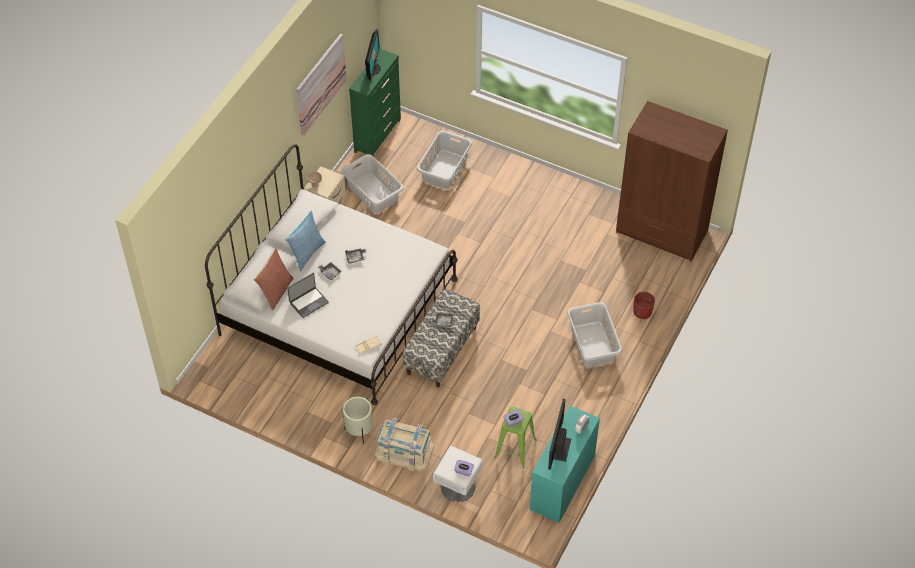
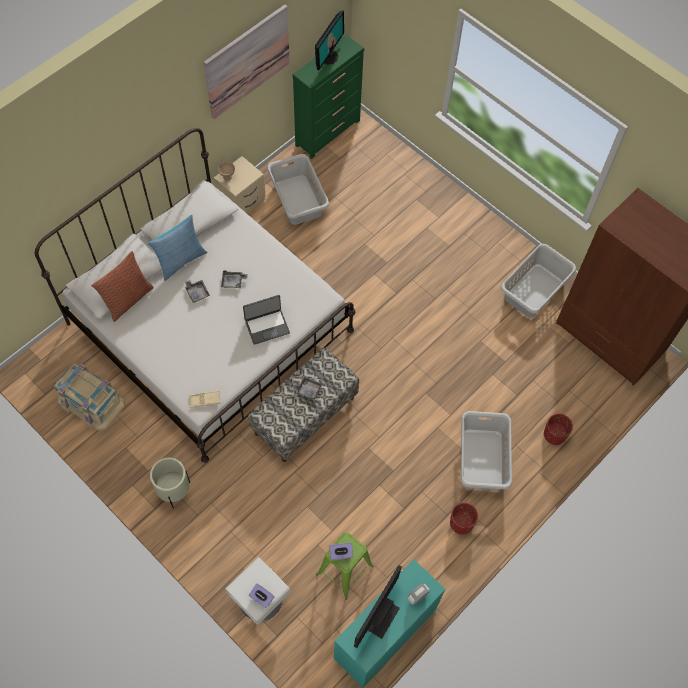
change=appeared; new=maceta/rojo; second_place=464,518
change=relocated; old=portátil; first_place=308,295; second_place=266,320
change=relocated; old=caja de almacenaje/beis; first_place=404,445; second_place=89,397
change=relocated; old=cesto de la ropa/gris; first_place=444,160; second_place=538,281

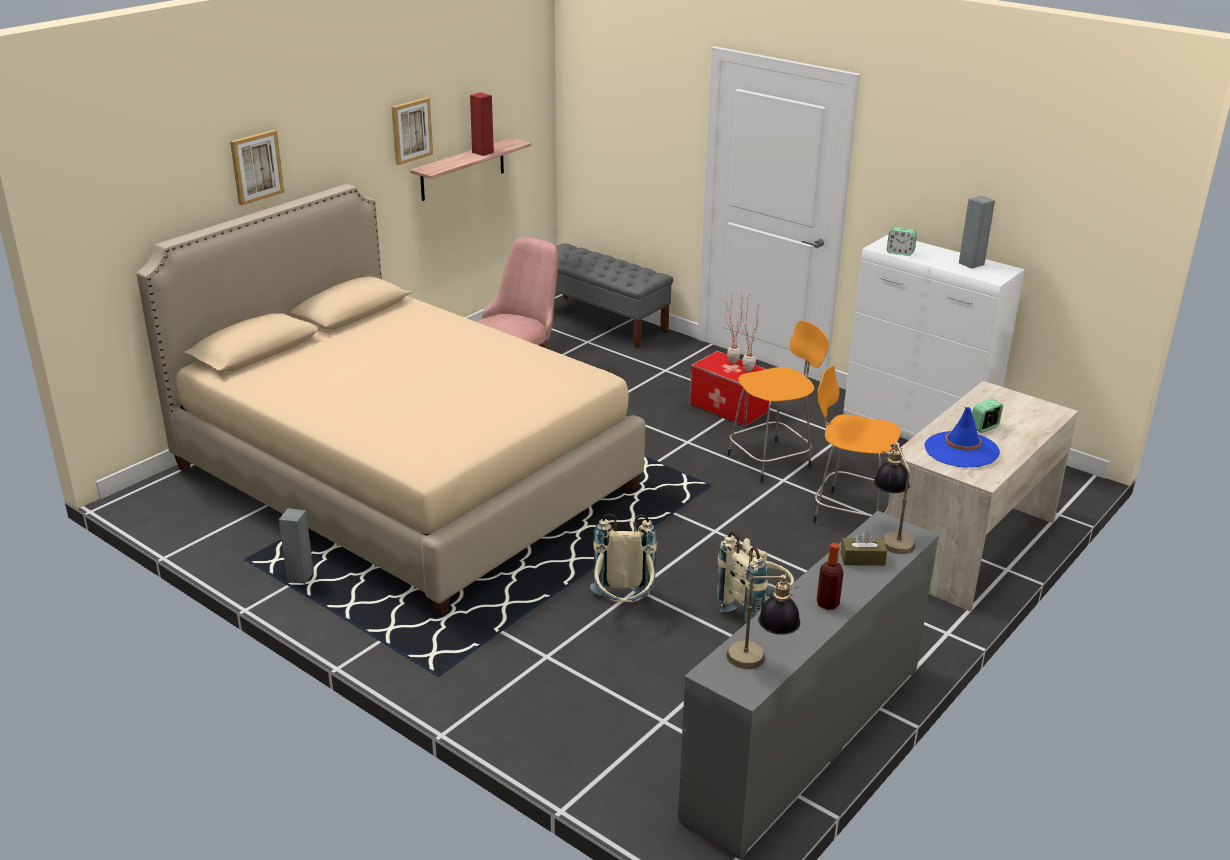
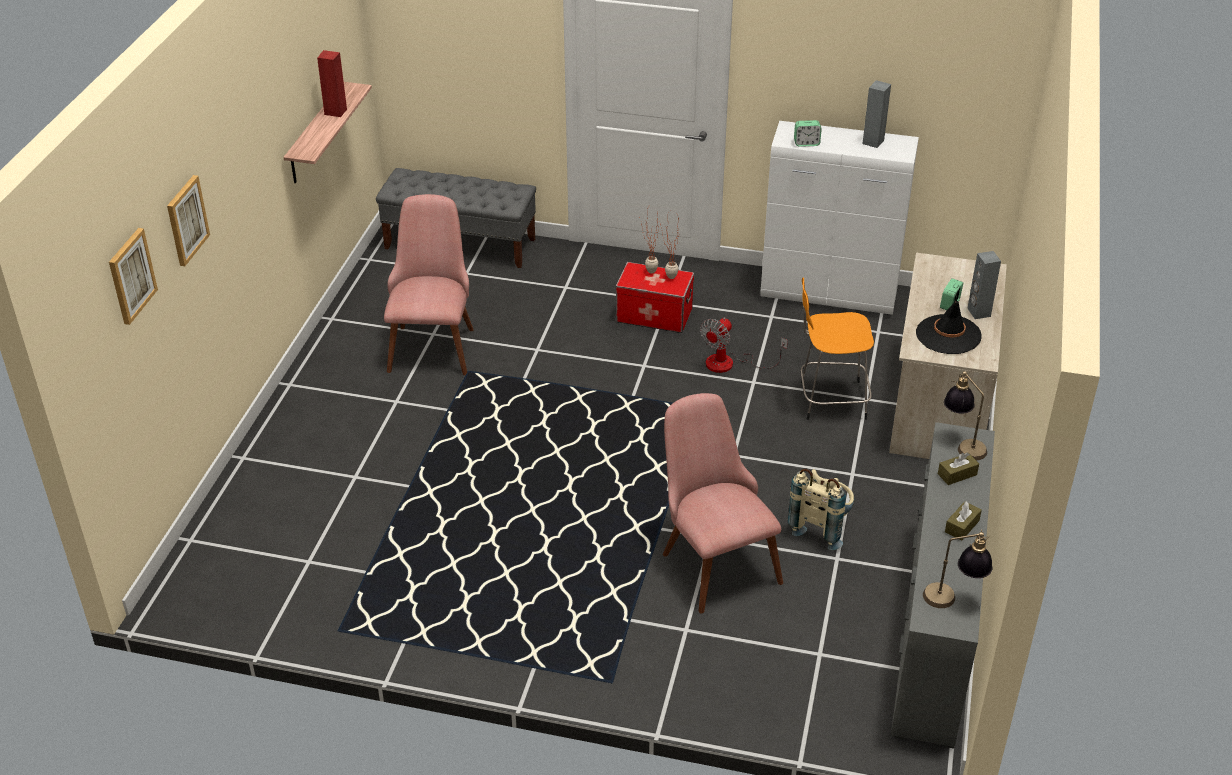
change=missing; old=cama/beis; first_place=390,400
change=relocated; old=altavoz/gris; first_place=296,546; second_place=984,285
change=relocated; old=cuadro; first_place=412,131; second_place=133,276
change=exchanged; old=mochila/beis; new=silla/rosa; first_place=623,558; second_place=723,503
change=exchanged; old=taburete/naranja; new=ventilador; first_place=778,401; second_place=744,345
change=exchanged; old=botella; new=caja de pañuelos/marrón; first_place=830,576; second_place=963,521
change=colour; old=sombrero/azul; new=sombrero/negro; first_place=962,437; second_place=949,327

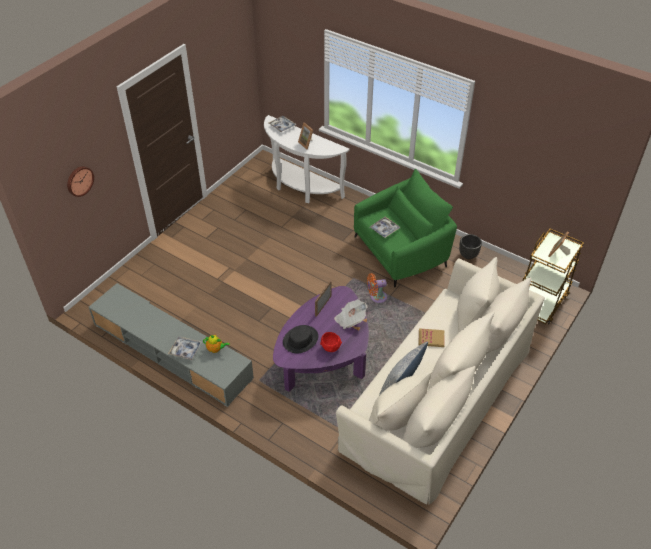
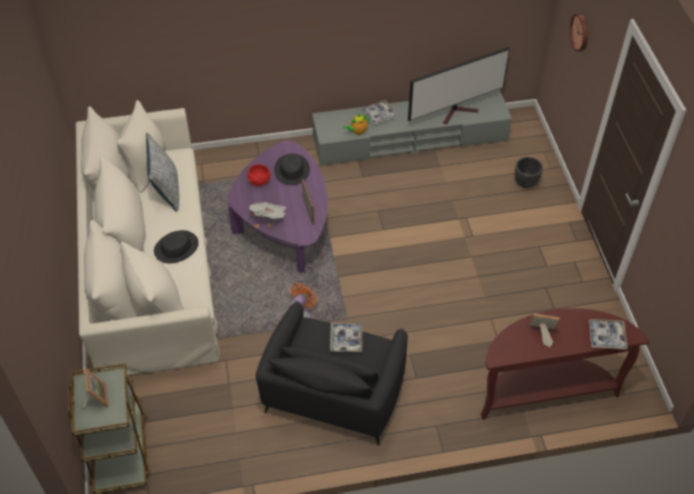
change=appeared; new=televisor; second_place=459,85
change=relocated; old=maceta/negro; first_place=470,246; second_place=529,172
change=exchanged; old=libro; new=sombrero/negro; first_place=432,337; second_place=176,247
change=colour; old=mesa consola/blanco; new=mesa consola/marrón; first_place=307,159; second_place=565,364
change=colour; old=sillón/verde; new=sillón/negro; first_place=405,228; second_place=332,373

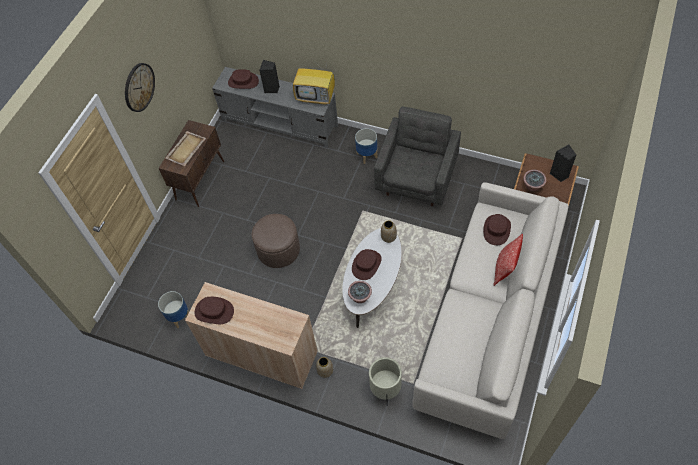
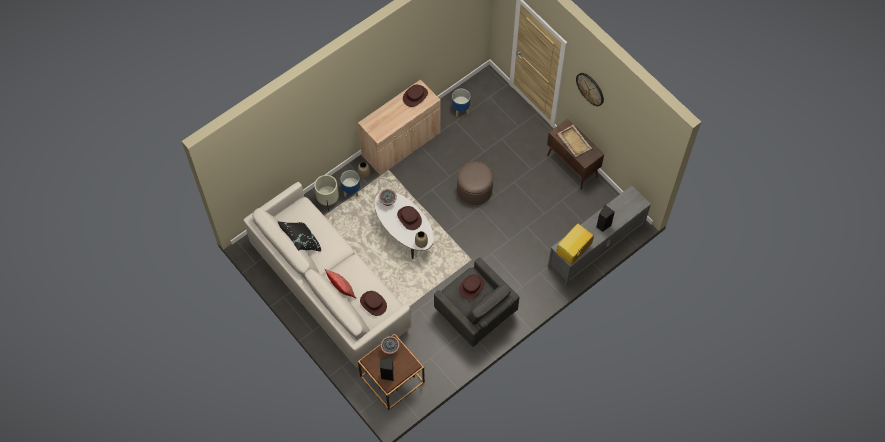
change=appeared; new=cojín/negro; second_place=299,236
change=relocated; old=sombrero/marrón; first_place=243,79; second_place=472,287
change=relocated; old=maceta; first_place=366,146; second_place=350,183

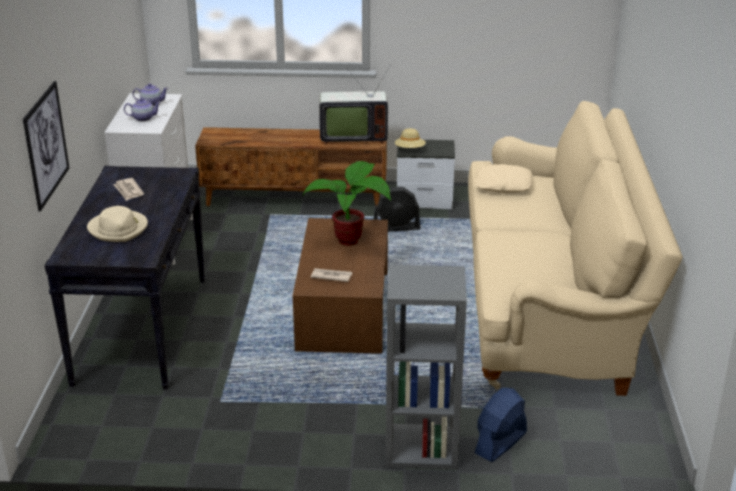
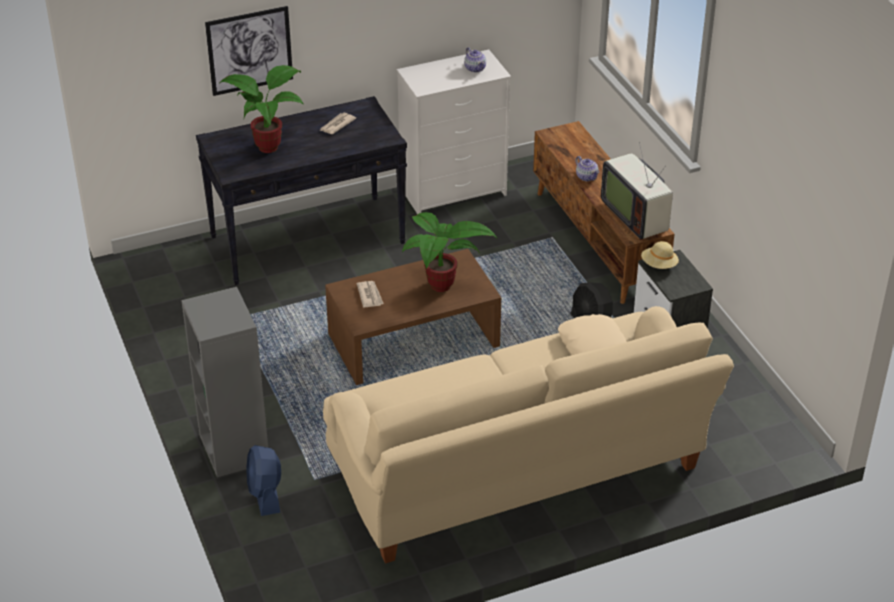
change=relocated; old=tetera; first_place=142,109; second_place=587,168
change=exchanged; old=sombrero/beis; new=planta en maceta; first_place=117,224; second_place=261,109
change=spun; old=ventilador/azul; first_place=500,425; second_place=263,480; degrees=-120

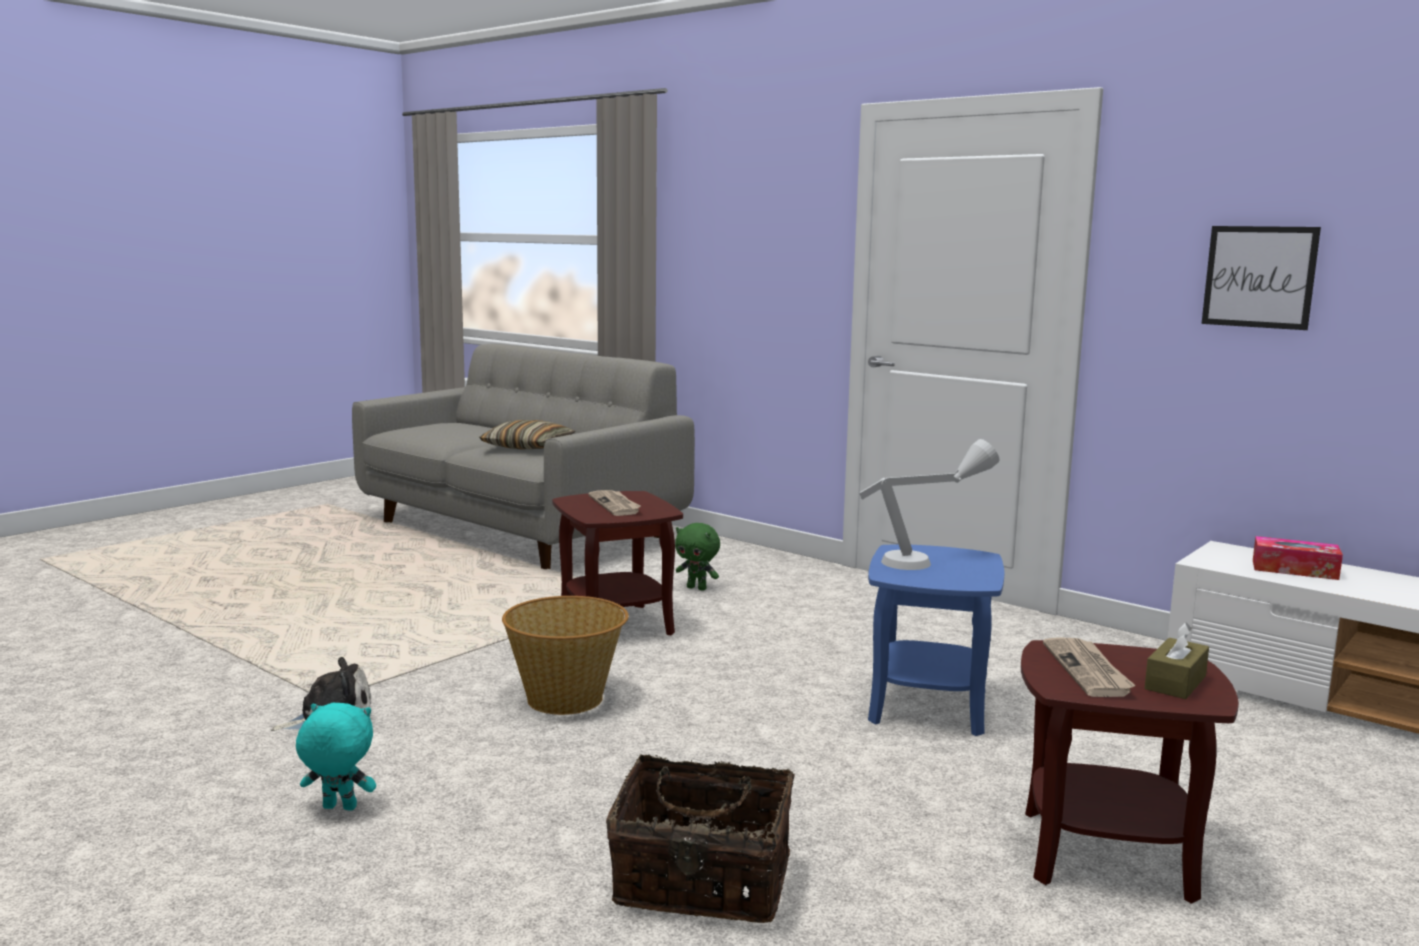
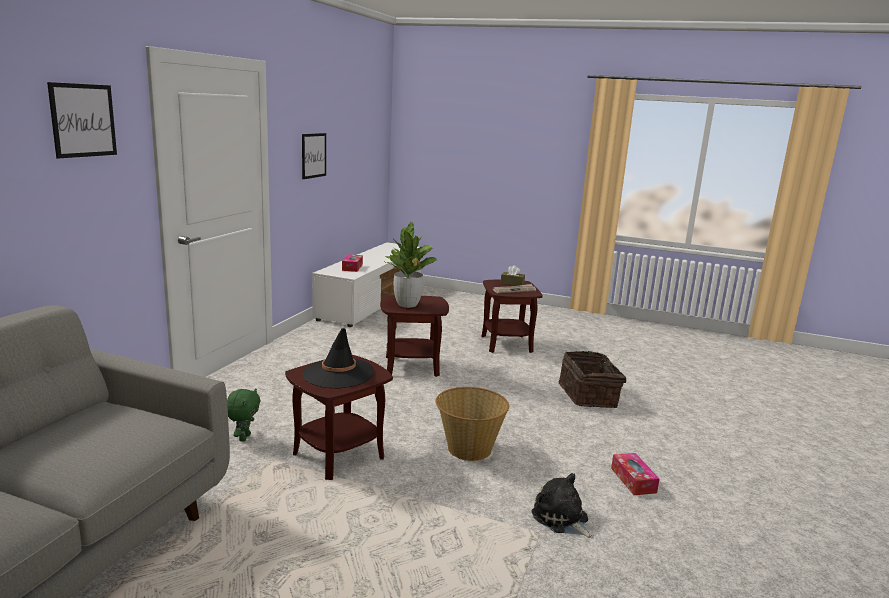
change=missing; old=cojín; first_place=527,435
change=appeared; new=cuadro; second_place=82,120
change=exchanged; old=peluche/turquesa; new=caja de pañuelos; first_place=336,757; second_place=635,474
change=exchanged; old=periódico; new=sombrero/negro; first_place=615,503; second_place=339,358
change=exchanged; old=lámpara de mesa/gris; new=planta en maceta; first_place=929,504; second_place=410,265
change=colour; old=mesa auxiliar/azul; new=mesa auxiliar/marrón; first_place=936,640; second_place=414,336

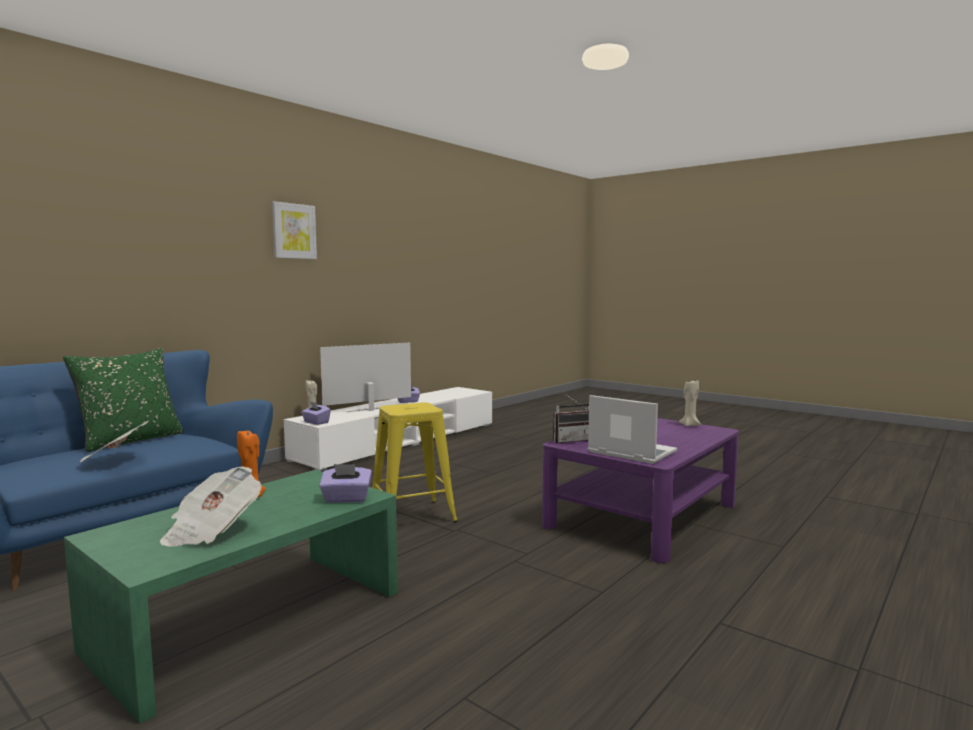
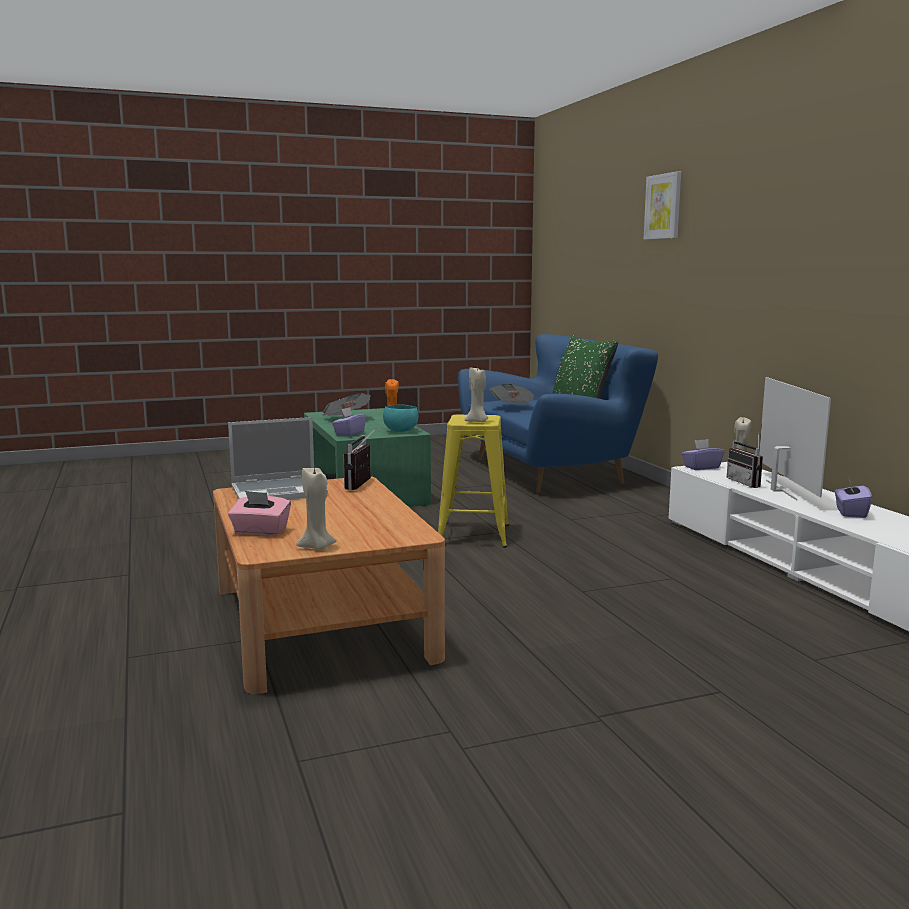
change=appeared; new=caja de pañuelos/rosa; second_place=259,513
change=appeared; new=cuenco/turquesa; second_place=400,418
change=appeared; new=vela/beis; second_place=476,394
change=appeared; new=radio; second_place=745,460
change=relocated; old=cuadro; first_place=294,230; second_place=662,205
change=colour; old=mesa de centro/morado; new=mesa de centro/marrón; first_place=640,490; second_place=329,585

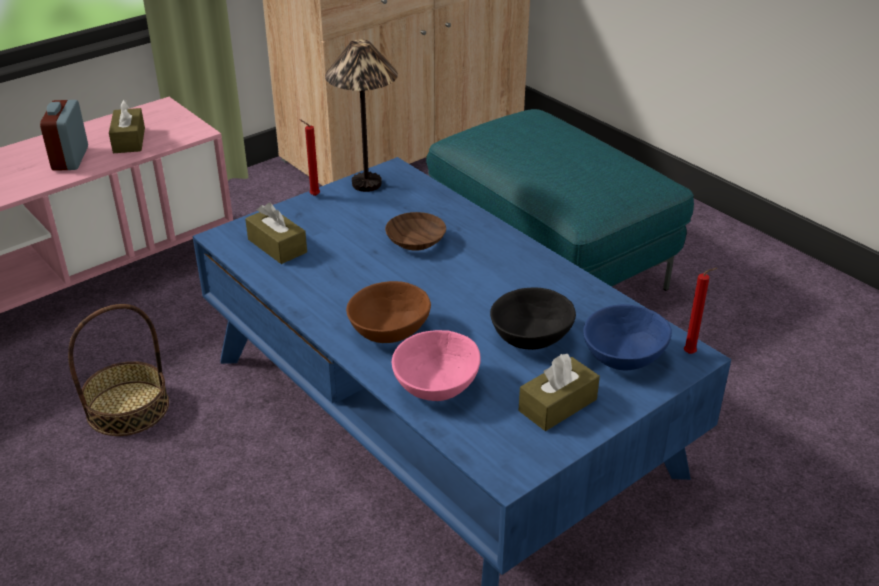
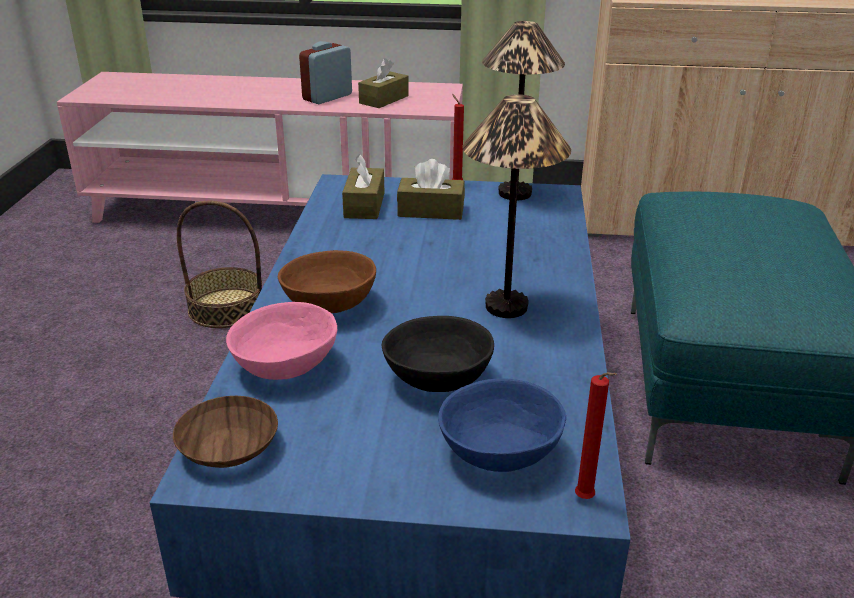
change=appeared; new=lámpara de mesa; second_place=516,206
change=relocated; old=cuenco/marrón; first_place=415,231; second_place=225,432
change=relocated; old=caja de pañuelos/marrón; first_place=559,392; second_place=431,189

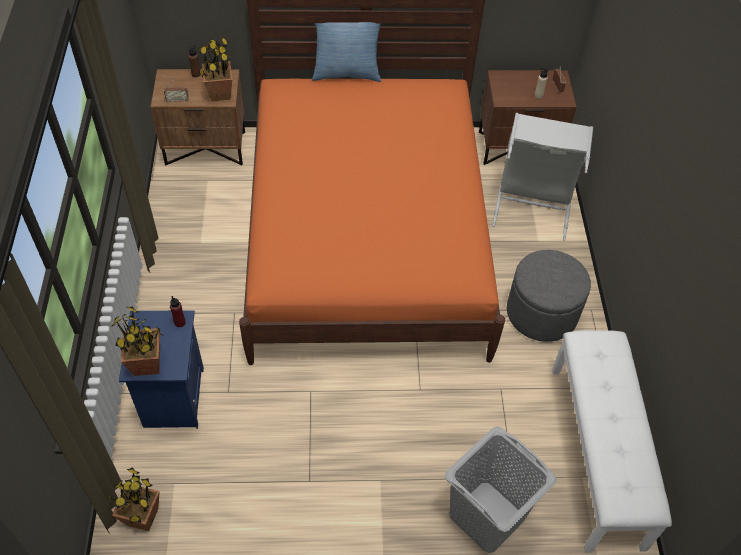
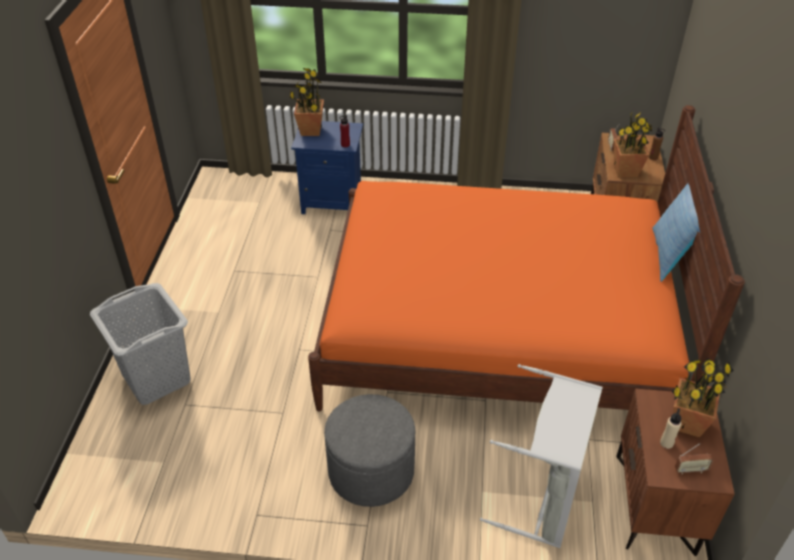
change=missing; old=banco/blanco; first_place=612,441
change=relocated; old=planta en maceta; first_place=134,499; second_place=703,398

